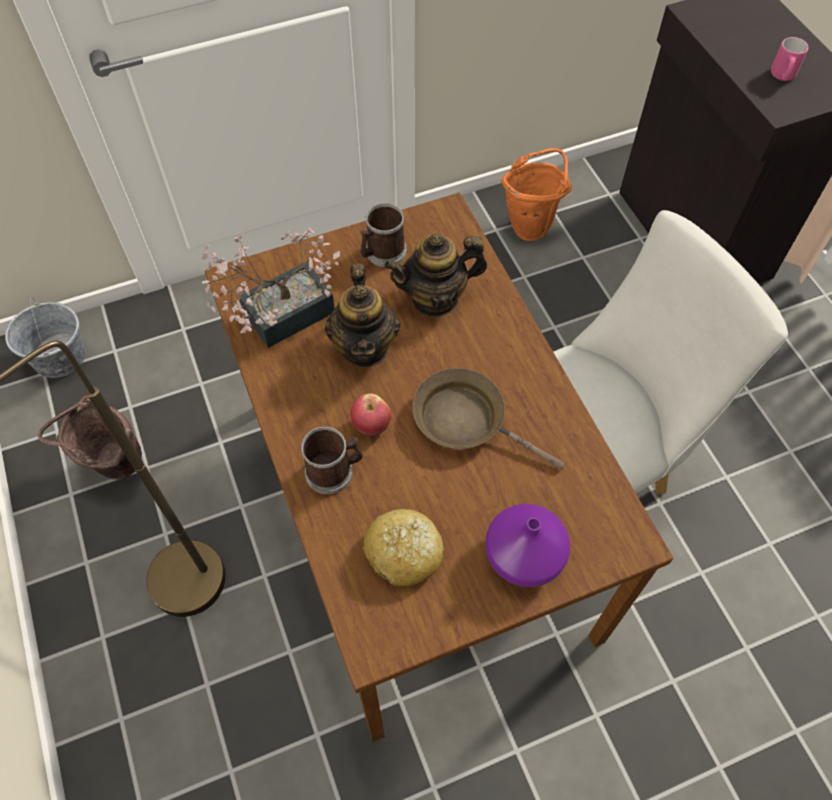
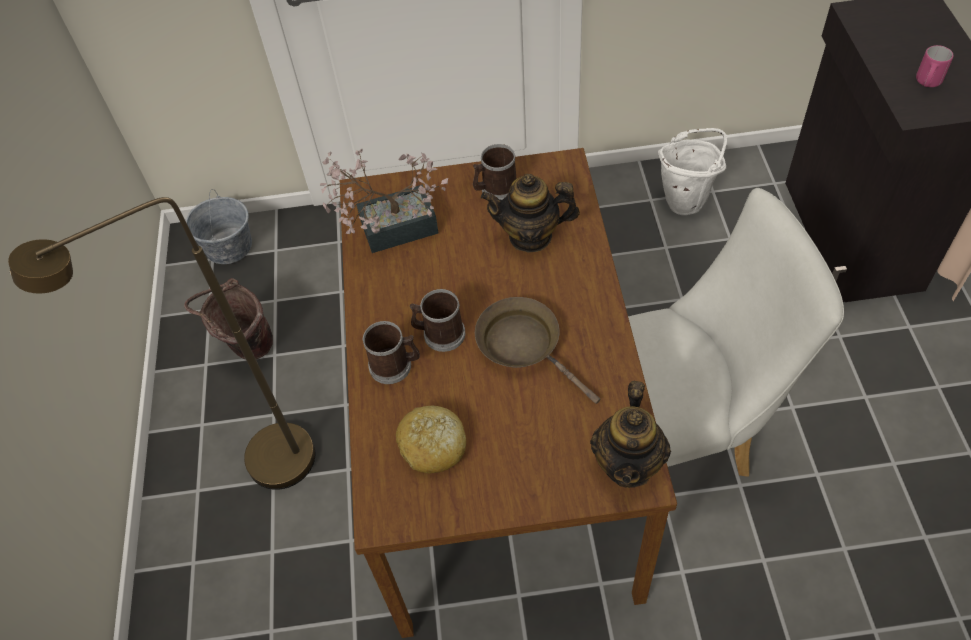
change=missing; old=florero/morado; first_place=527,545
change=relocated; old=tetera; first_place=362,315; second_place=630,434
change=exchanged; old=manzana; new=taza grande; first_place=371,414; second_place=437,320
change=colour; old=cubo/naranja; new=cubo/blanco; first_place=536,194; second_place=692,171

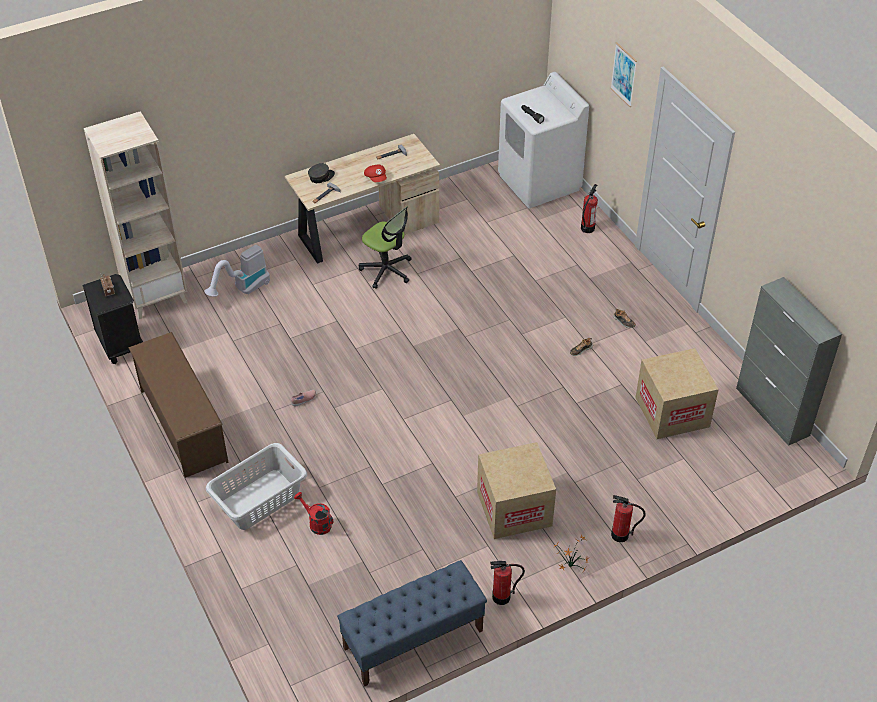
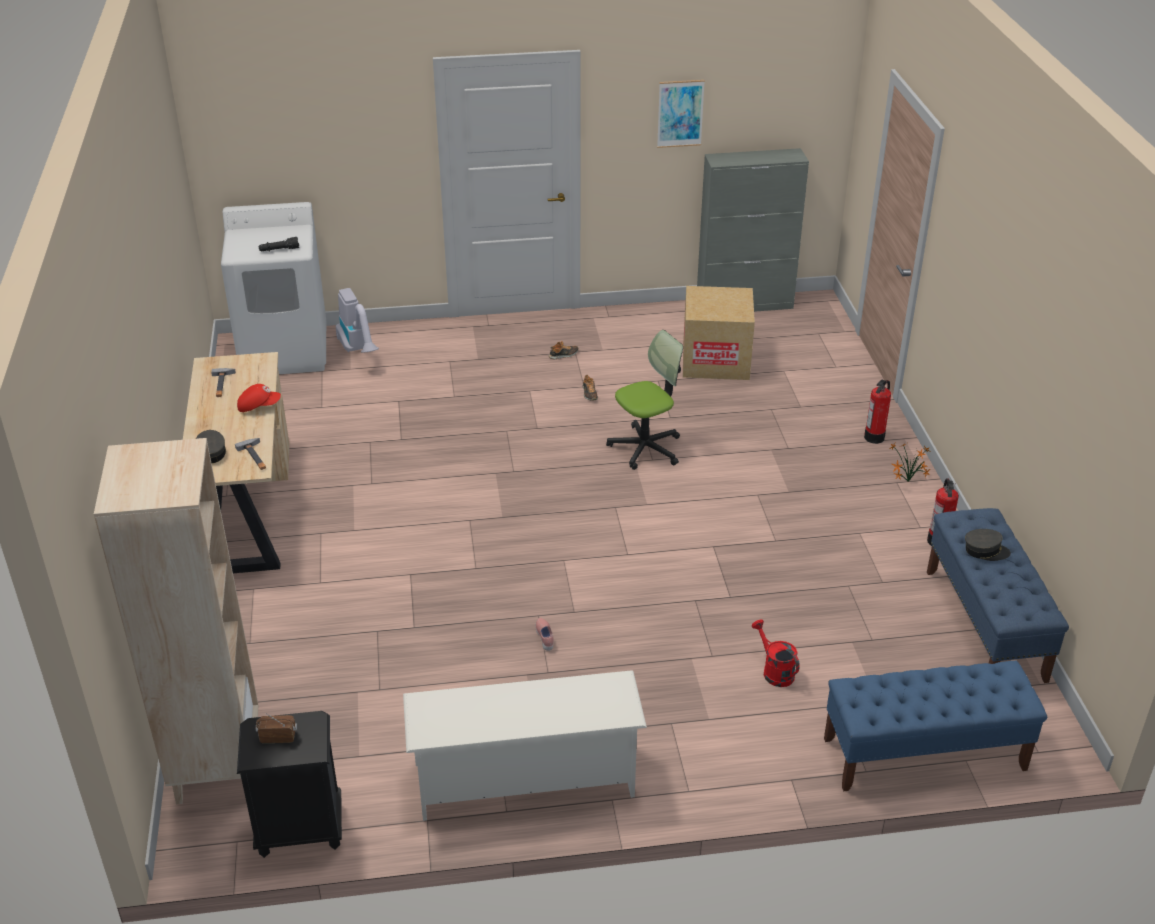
change=missing; old=cesto de la ropa/gris; first_place=256,486
change=missing; old=caja de cartón; first_place=516,490
change=missing; old=extintor; first_place=589,208
change=appeared; new=banco/azul; second_place=935,726
change=appeared; new=gorra/gris; second_place=988,545
change=relocated; old=aspiradora; first_place=237,271; second_place=357,320
change=relocated; old=silla de oficina; first_place=385,247; second_place=644,400
change=relocated; old=cuadro; first_place=623,74; second_place=681,114
change=colour; old=zapatero/marrón; new=zapatero/blanco; first_place=178,405; second_place=525,745
change=spun; old=regadera/rojo; first_place=314,513; second_place=775,653; degrees=90

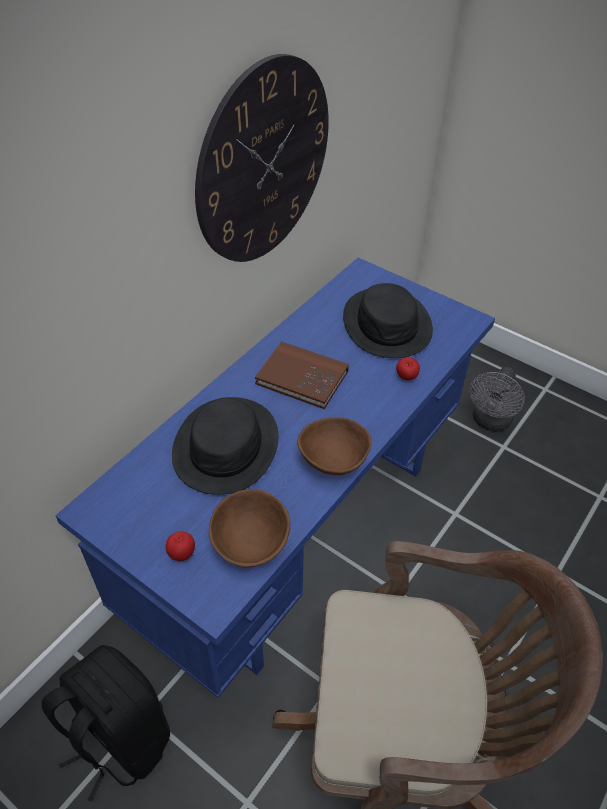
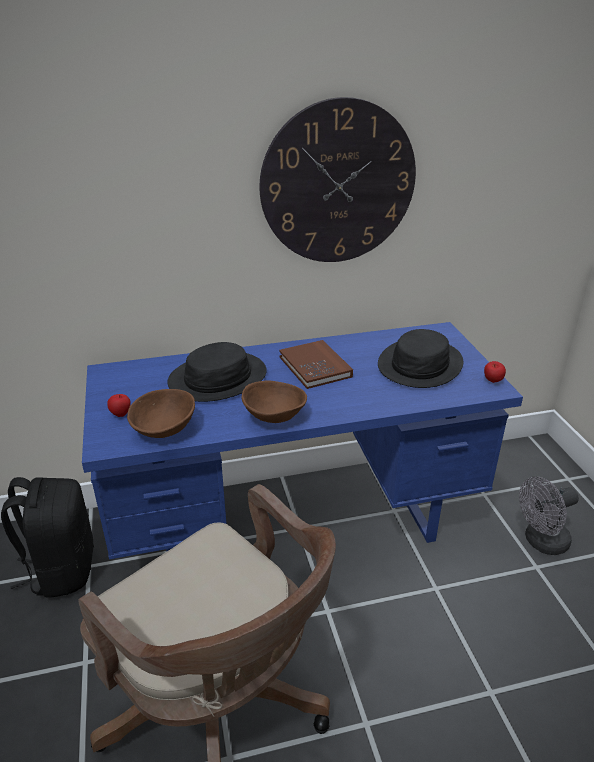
change=relocated; old=manzana; first_place=408,368; second_place=495,372

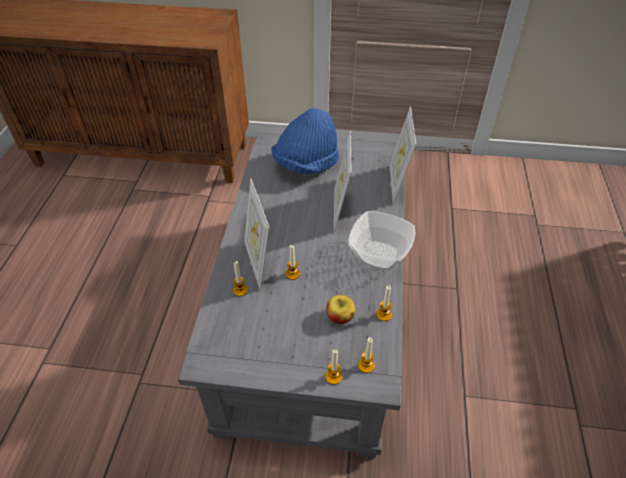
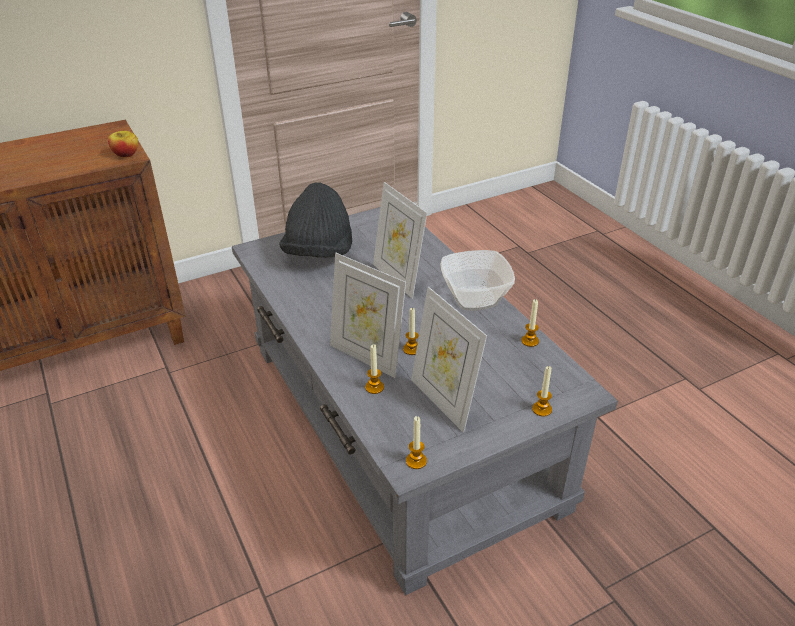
change=relocated; old=manzana; first_place=340,309; second_place=123,144
change=relocated; old=vela; first_place=366,355; second_place=416,442
change=relocated; old=portarretratos; first_place=403,155; second_place=449,360
change=colour; old=sombrero/azul; new=sombrero/negro; first_place=305,141; second_place=315,220

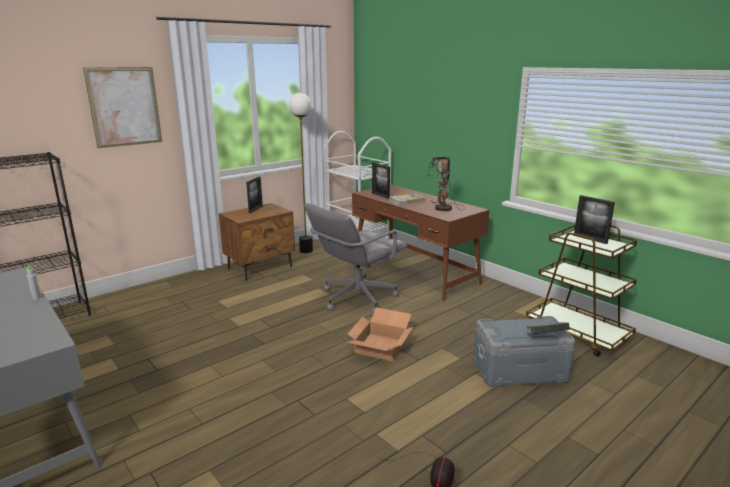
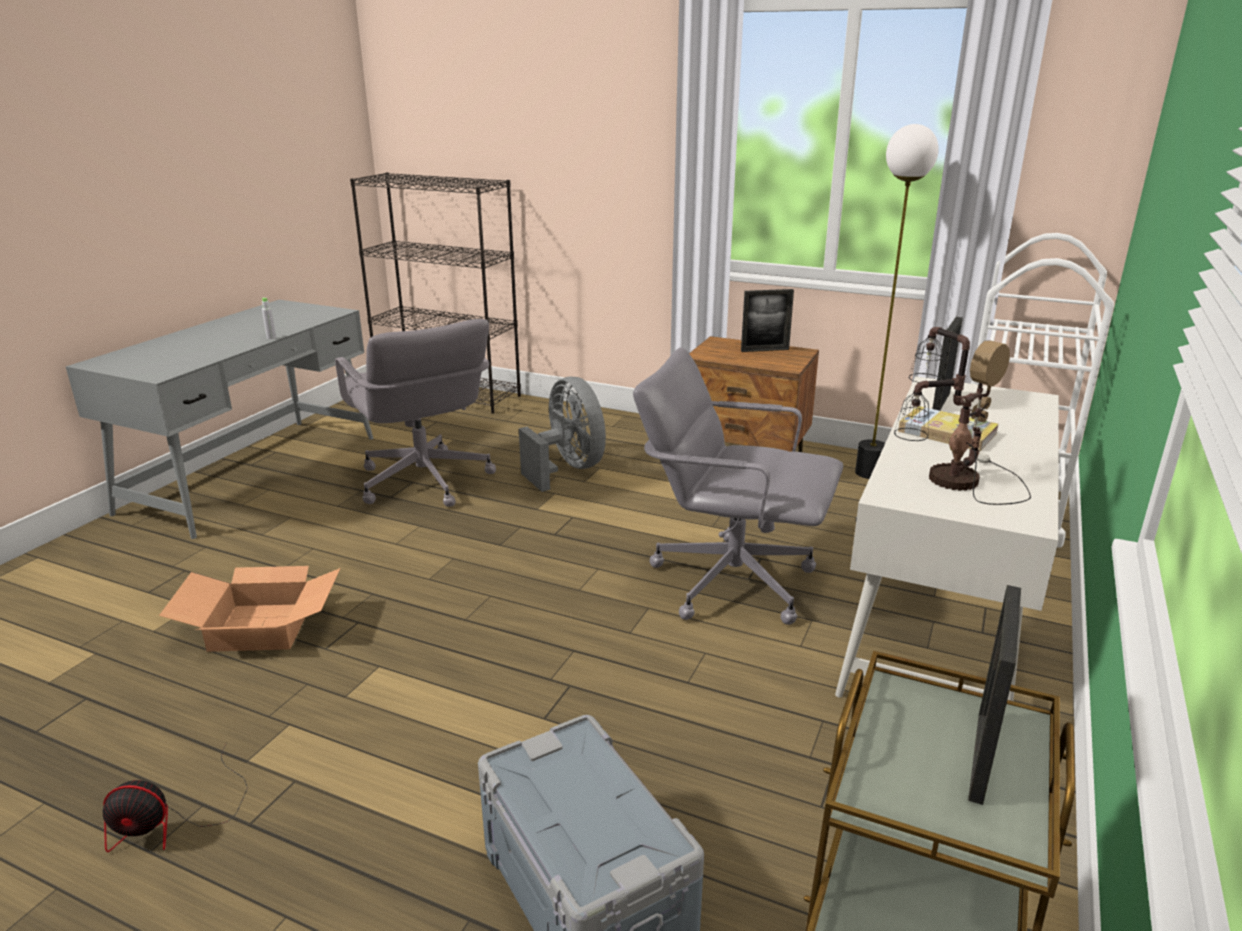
change=missing; old=cuadro; first_place=122,107
change=missing; old=libro; first_place=548,328
change=appeared; new=silla de oficina/gris; second_place=415,413
change=appeared; new=ventilador/gris; second_place=562,434
change=relocated; old=caja de cartón; first_place=380,334; second_place=249,609
change=colour; old=escritorio/marrón; new=escritorio/blanco; first_place=420,243; second_place=947,538

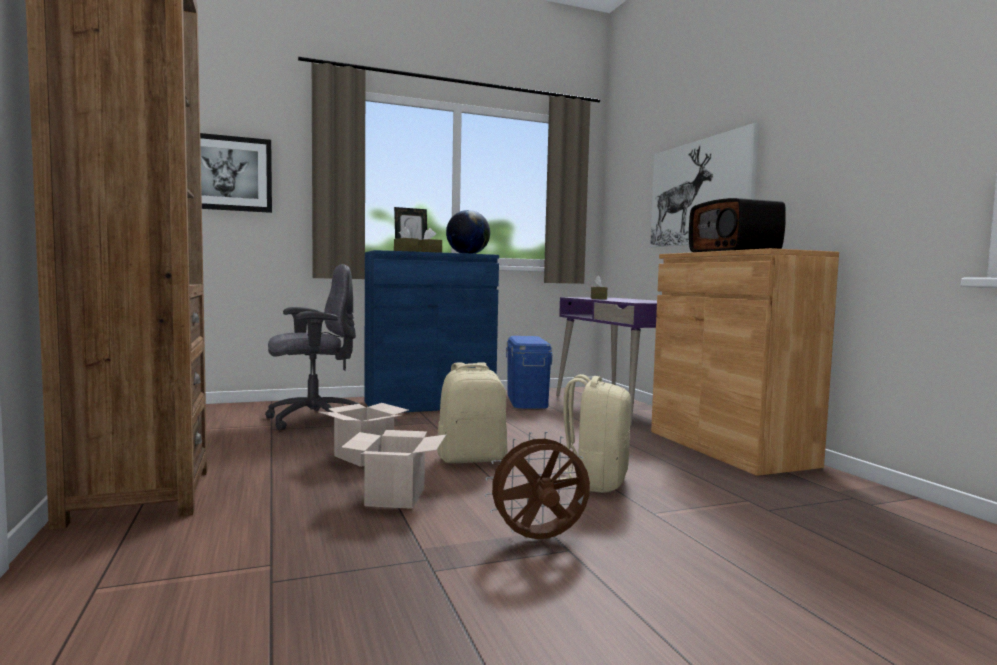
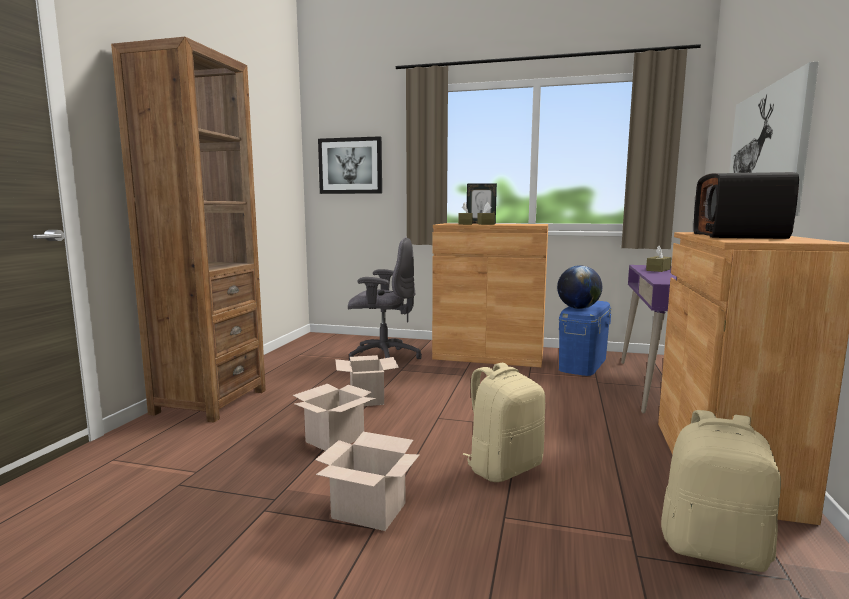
change=relocated; old=mochila/beis; first_place=472,412; second_place=721,491
change=relocated; old=globo terráqueo; first_place=468,232; second_place=579,287
change=exchanged; old=ventilador/marrón; new=caja de cartón; first_place=537,485; second_place=367,481
change=colour; old=armario/azul; new=armario/marrón; first_place=431,331; second_place=490,295

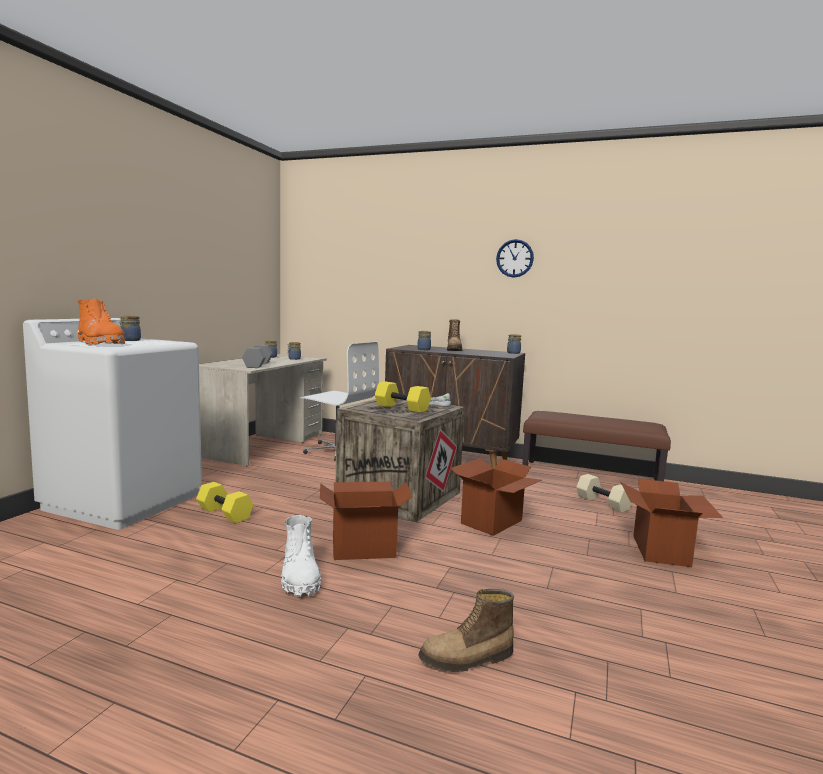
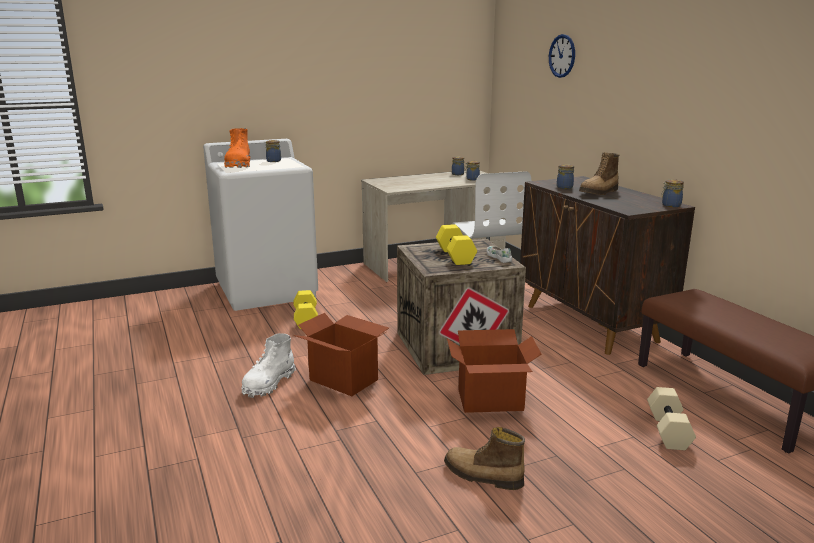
change=missing; old=mancuerna/gris; first_place=257,356
change=missing; old=caja de cartón; first_place=672,523
change=relocated; old=bota; first_place=466,630; second_place=484,458
change=relocated; old=reloj de pared; first_place=515,258; second_place=562,56

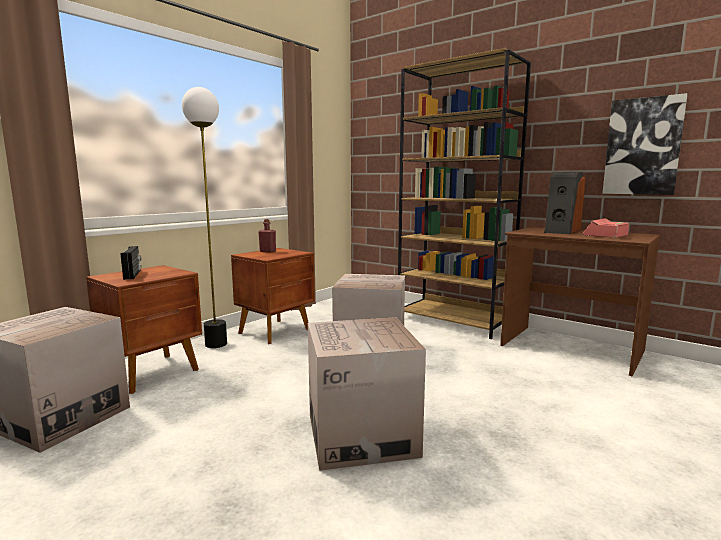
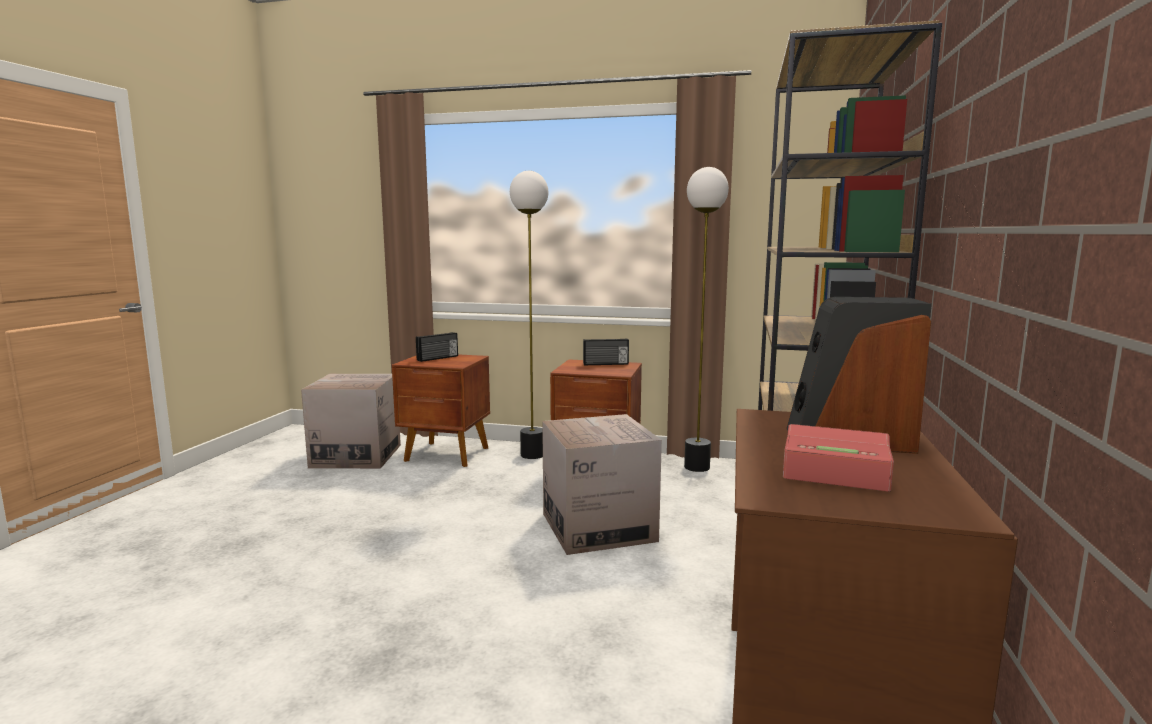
change=missing; old=caja de cartón; first_place=367,394
change=missing; old=cuadro; first_place=644,144
change=appeared; new=lámpara de pie; second_place=706,319
change=exchanged; old=botella/rojo; new=radio; first_place=267,236; second_place=606,351

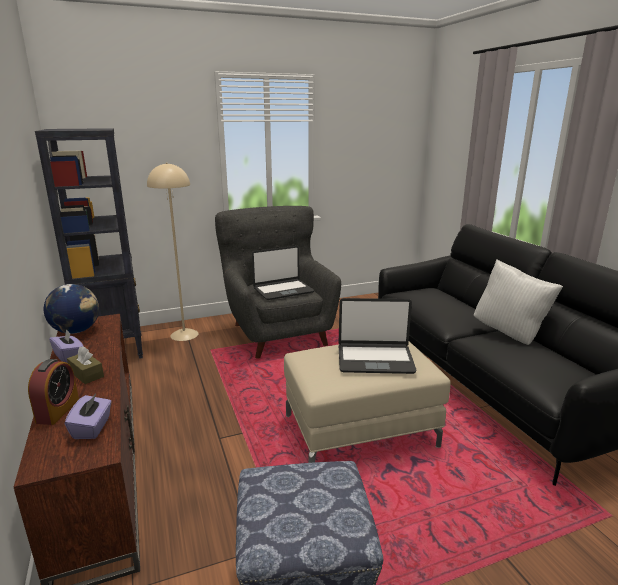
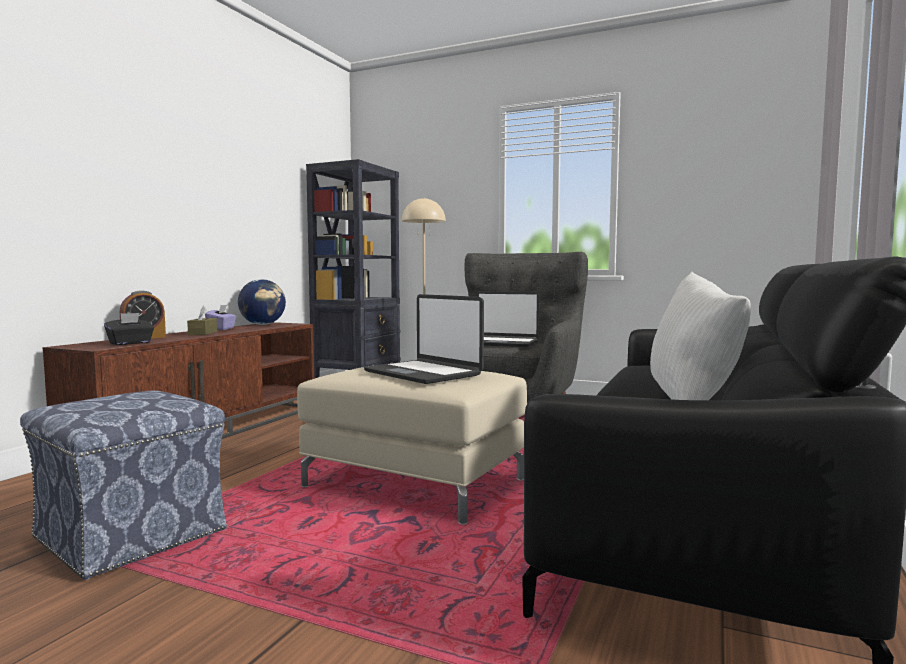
change=colour; old=caja de pañuelos/morado; new=caja de pañuelos/negro; first_place=88,416; second_place=129,329

